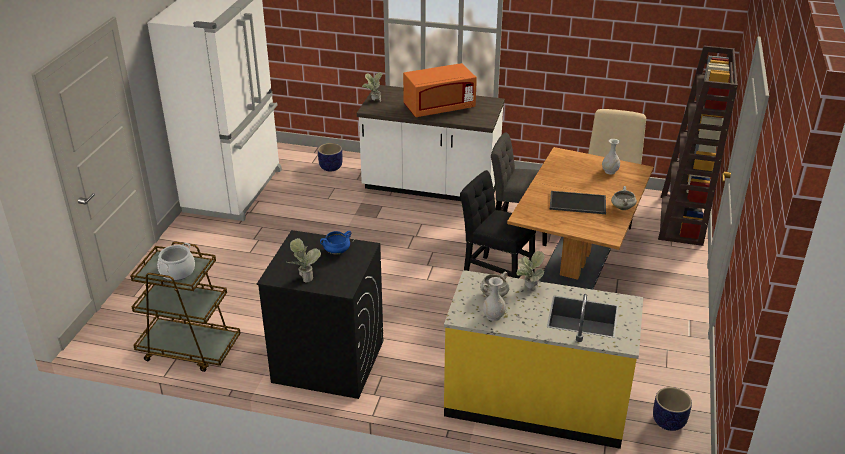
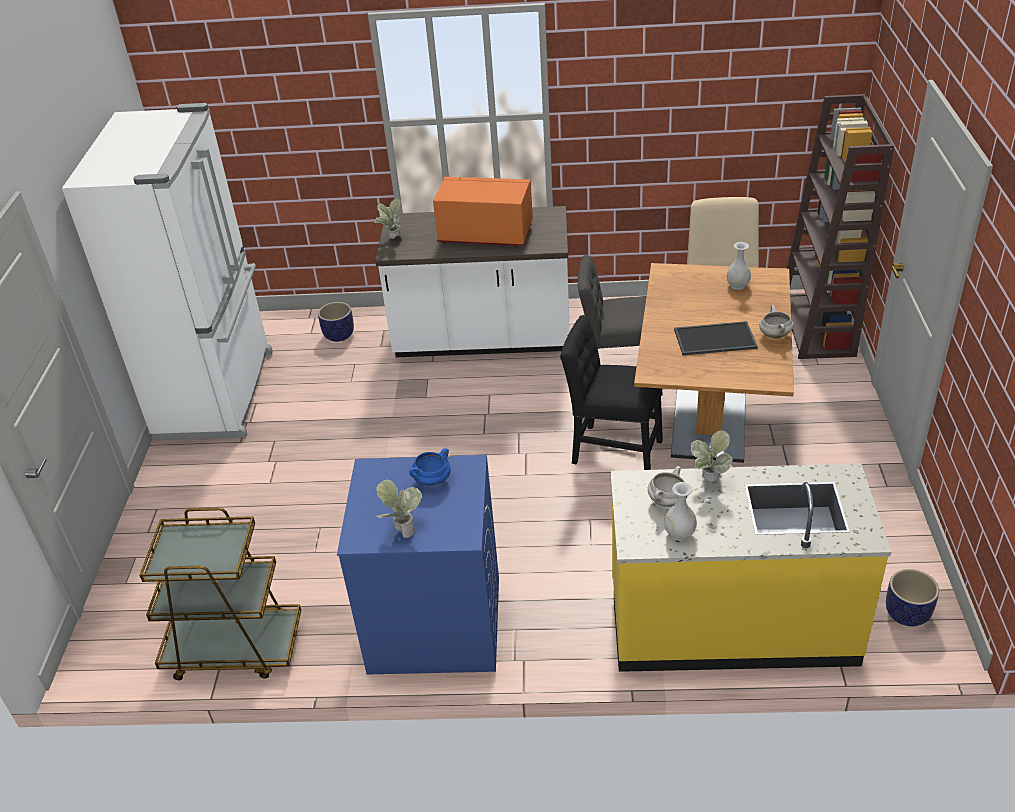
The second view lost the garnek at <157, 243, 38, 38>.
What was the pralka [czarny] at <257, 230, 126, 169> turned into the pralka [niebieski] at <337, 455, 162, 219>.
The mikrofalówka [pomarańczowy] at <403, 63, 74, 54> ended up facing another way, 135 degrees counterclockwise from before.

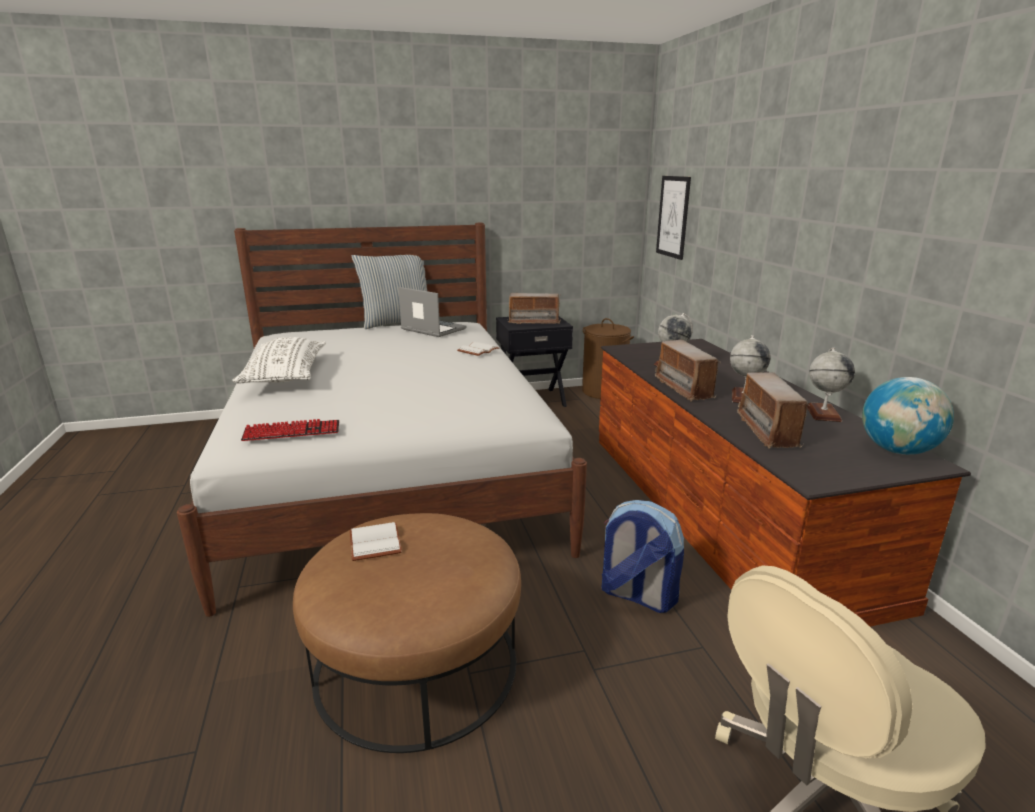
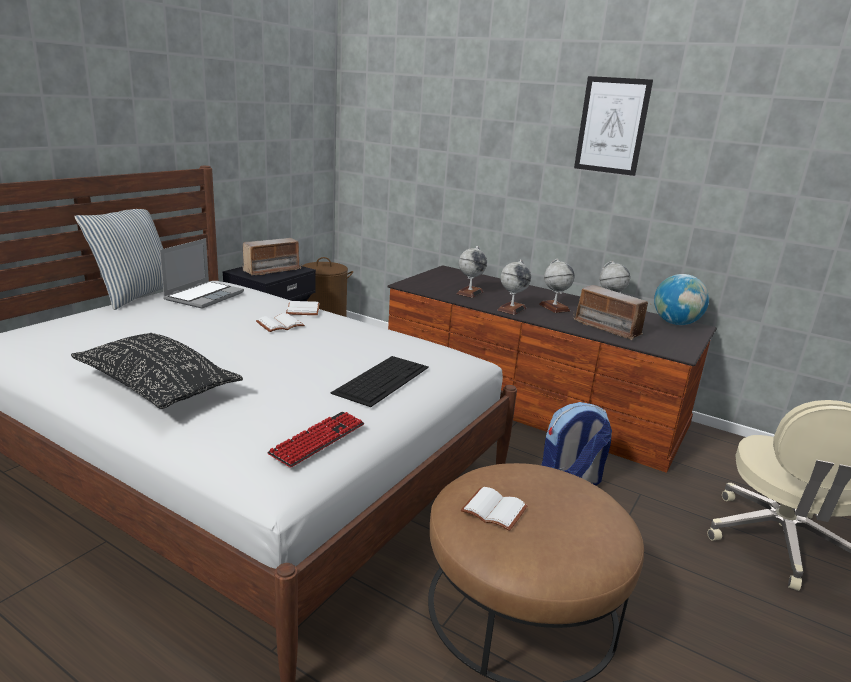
The second view gained the książka [biały] at <256, 313, 49, 19>.
The second view gained the klawiatura at <330, 356, 99, 51>.
The obraz ended up elsewhere, having gone from <656, 176, 35, 84> to <574, 76, 79, 100>.
Where the radio stood at <655, 340, 64, 62>, the globus came to stand at <497, 260, 34, 55>.
What was the poduszka [biały] at <232, 337, 94, 46> turned into the poduszka [czarny] at <71, 333, 172, 76>.
The laptop at <398, 287, 68, 50> ended up facing another way, 120 degrees clockwise from before.

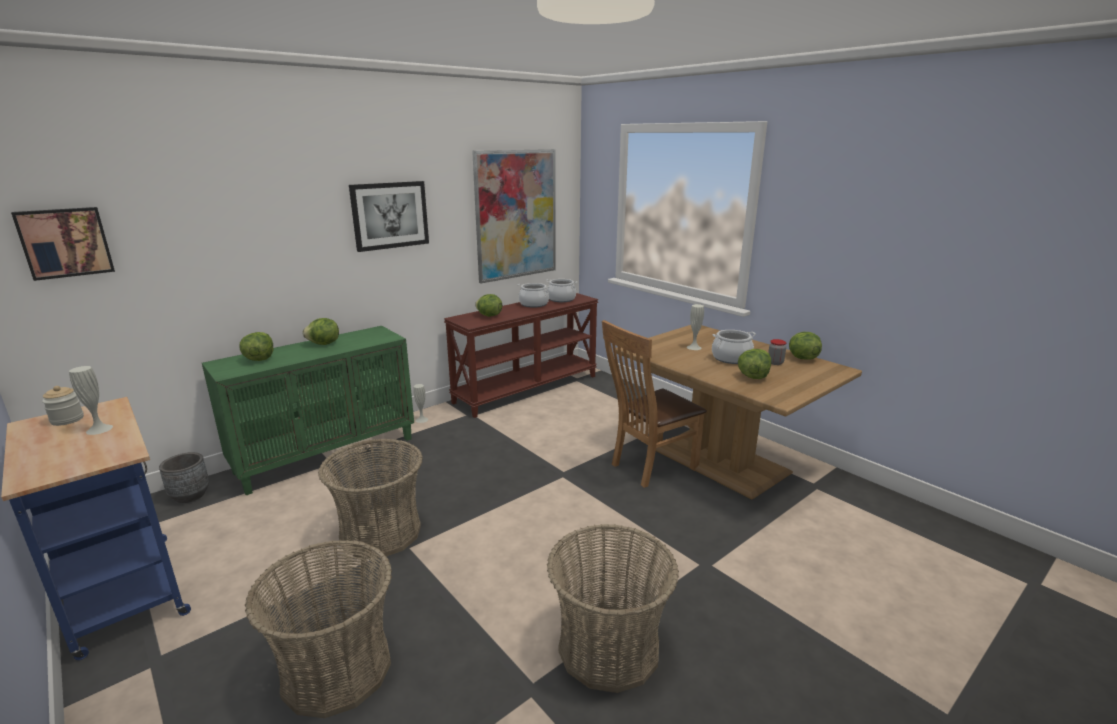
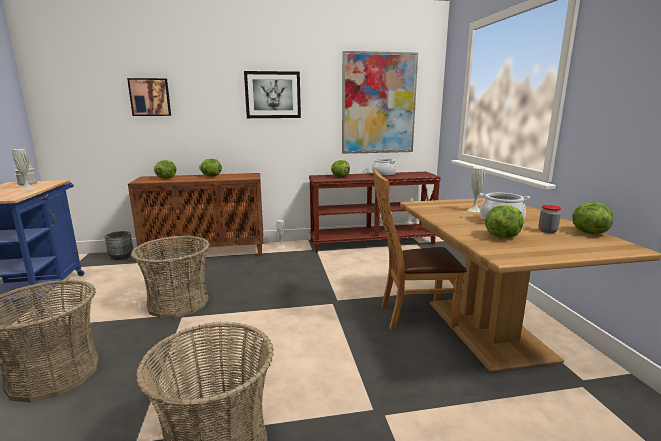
The second view lost the garnek at <546, 279, 31, 23>.
The obraz ended up elsewhere, having gone from <11, 207, 104, 74> to <127, 78, 44, 38>.
What was the szafka [zielony] at <202, 326, 212, 169> turned into the szafka [brązowy] at <128, 173, 136, 87>.

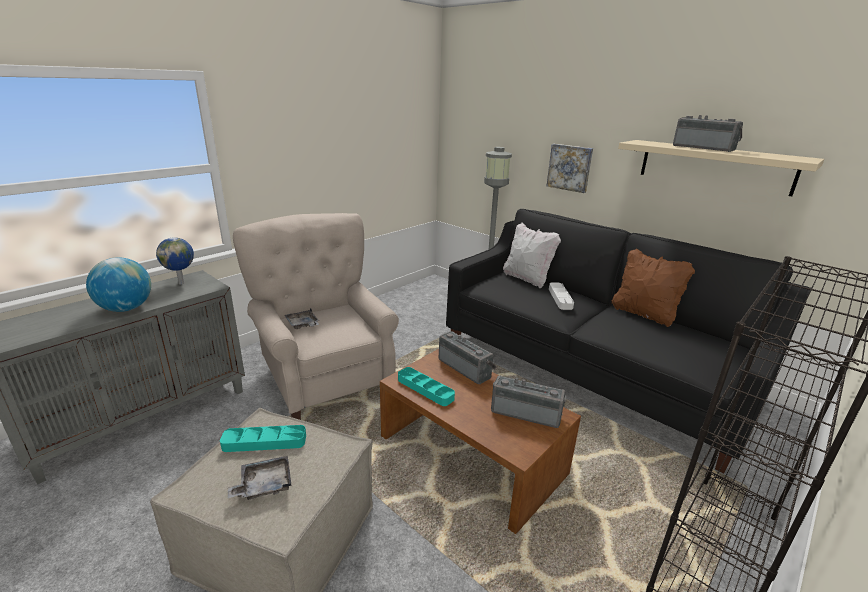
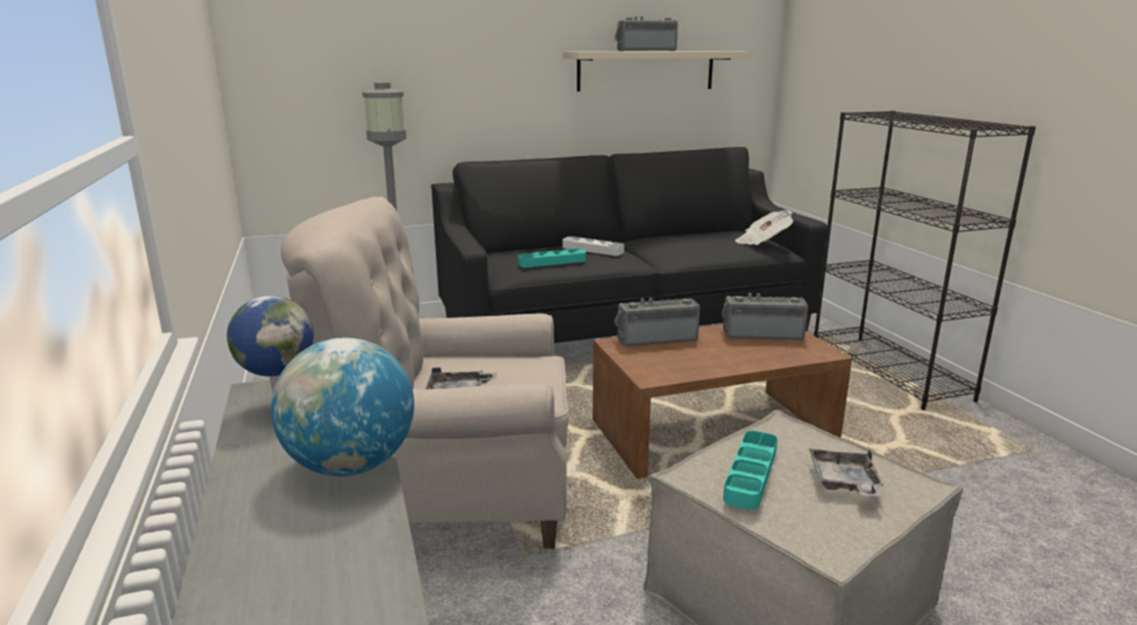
The second view lost the poduszka [biały] at <503, 223, 58, 65>.
The second view lost the obraz at <547, 144, 46, 49>.
The second view lost the poduszka [brązowy] at <612, 248, 83, 79>.
The second view gained the gazeta at <735, 210, 58, 35>.
The taca [turkusowy] ended up elsewhere, having gone from <398, 367, 57, 39> to <518, 249, 68, 19>.
The radio at <491, 375, 75, 53> ended up facing another way, 45 degrees clockwise from before.

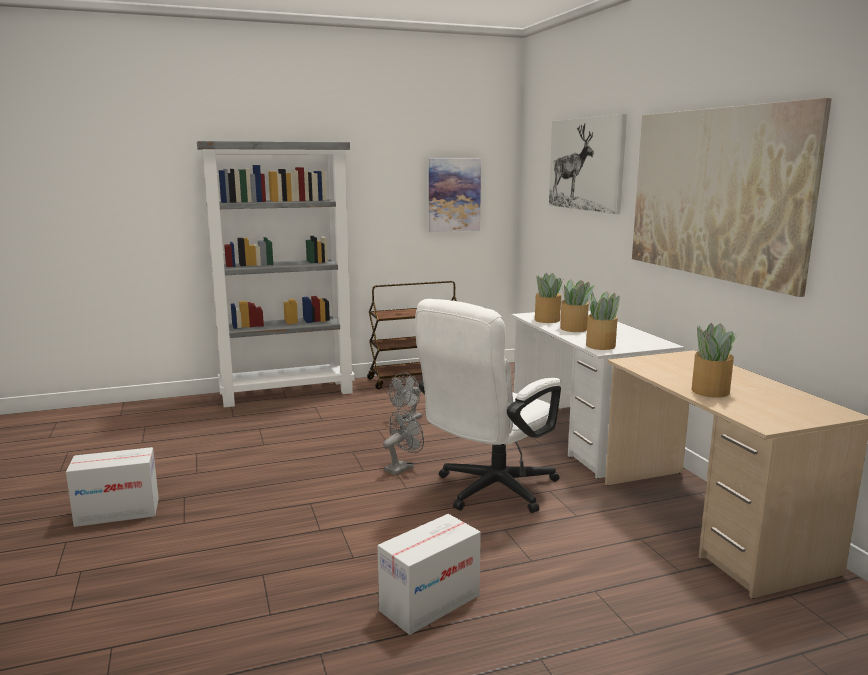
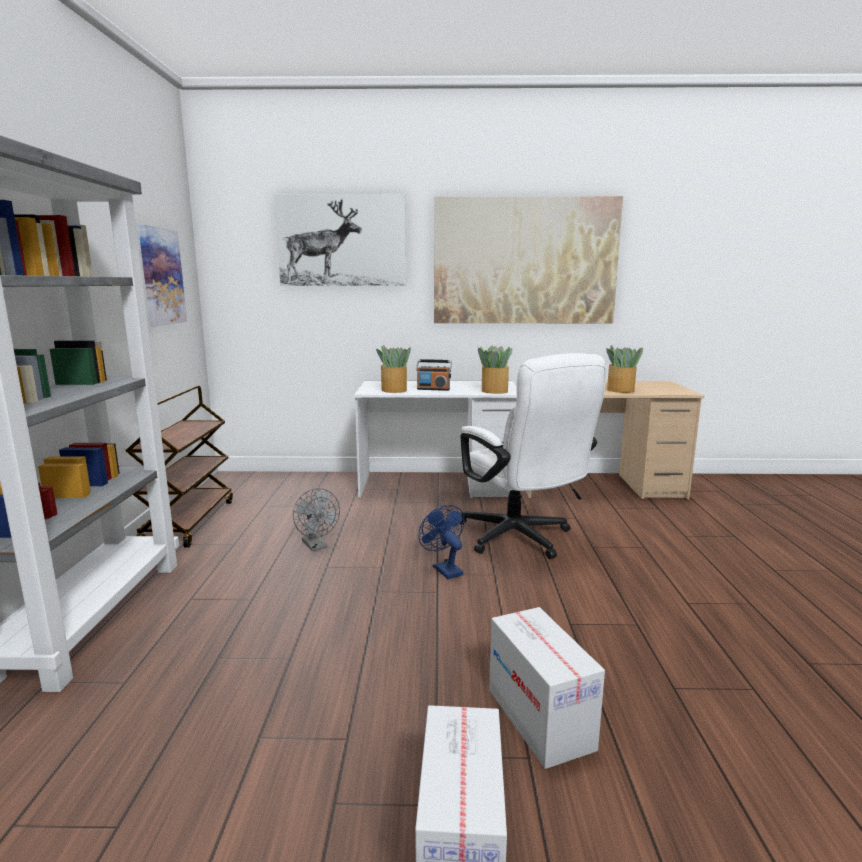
The karton ended up elsewhere, having gone from <378, 514, 103, 121> to <489, 607, 116, 162>.
Where the roślina doniczkowa stood at <560, 279, 34, 53>, the radio came to stand at <416, 359, 36, 32>.
What was the wentylator [szary] at <383, 411, 41, 64> turned into the wentylator [niebieski] at <418, 505, 47, 74>.

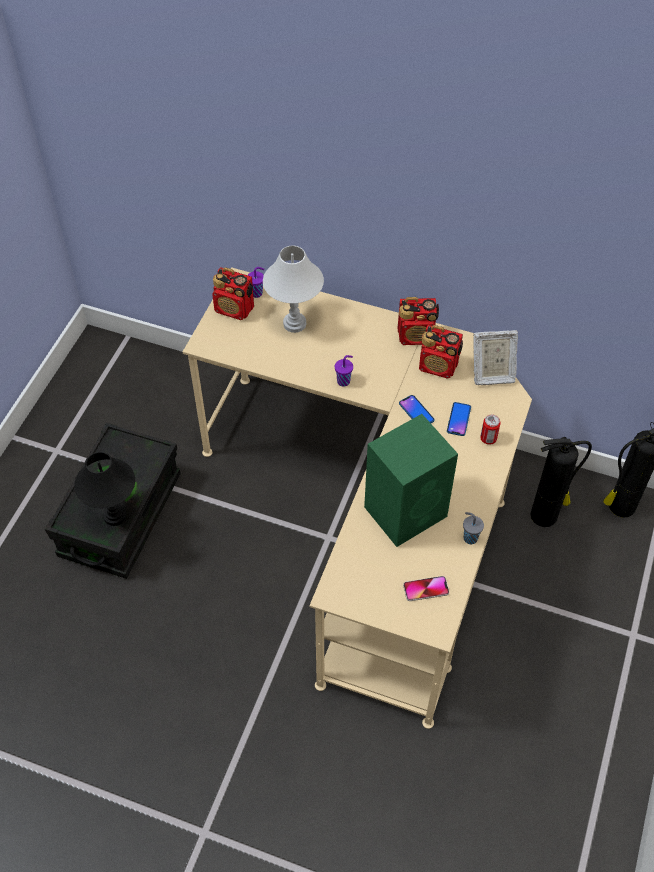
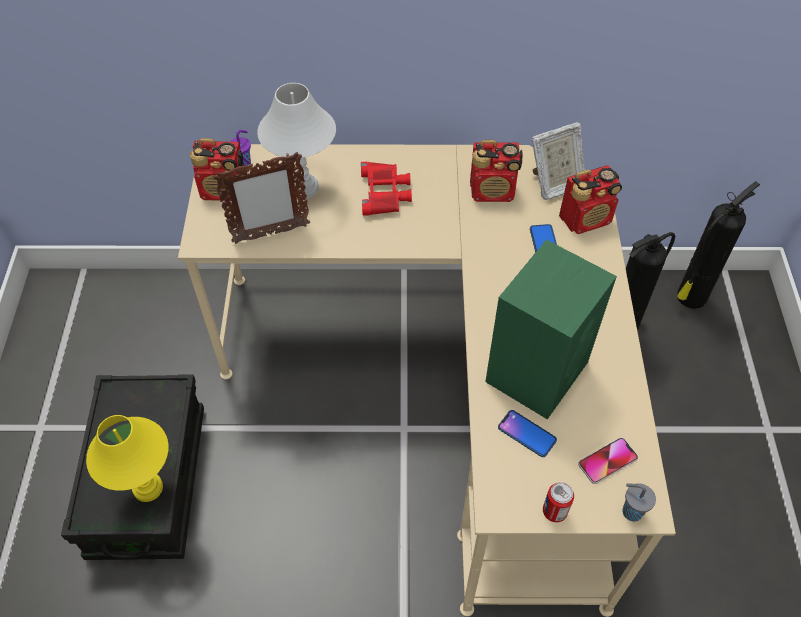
The second view lost the filiżanka [fioletowy] at <335, 355, 18, 32>.
The second view gained the ramka na zdjęcie at <213, 152, 97, 92>.
The second view gained the lornetka [czerwony] at <361, 162, 51, 54>.
The radio ended up elsewhere, having gone from <398, 297, 41, 48> to <559, 165, 63, 69>.
The telefon ended up elsewhere, having gone from <399, 395, 35, 28> to <498, 410, 59, 47>.
The filiżanka [szary] ended up elsewhere, having gone from <463, 512, 21, 32> to <622, 483, 34, 39>.
The puszka ended up elsewhere, having gone from <480, 414, 21, 31> to <543, 482, 31, 40>.
What was the lampa stołowa [czarny] at <74, 452, 61, 74> turned into the lampa stołowa [żółty] at <86, 415, 82, 87>.

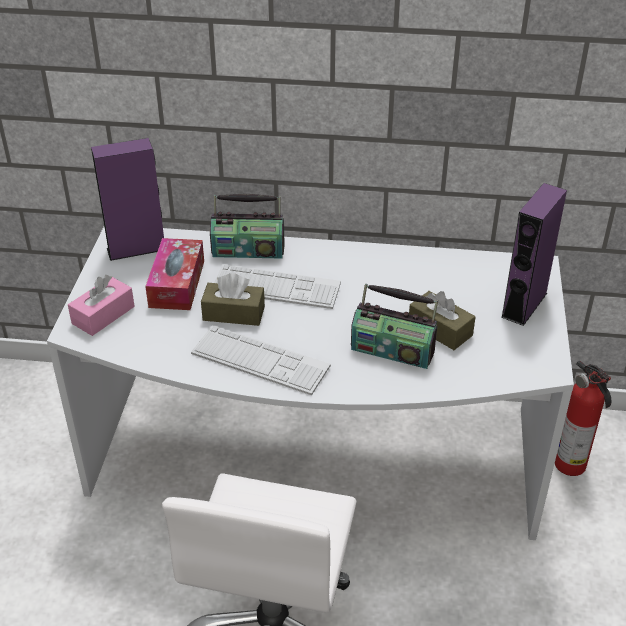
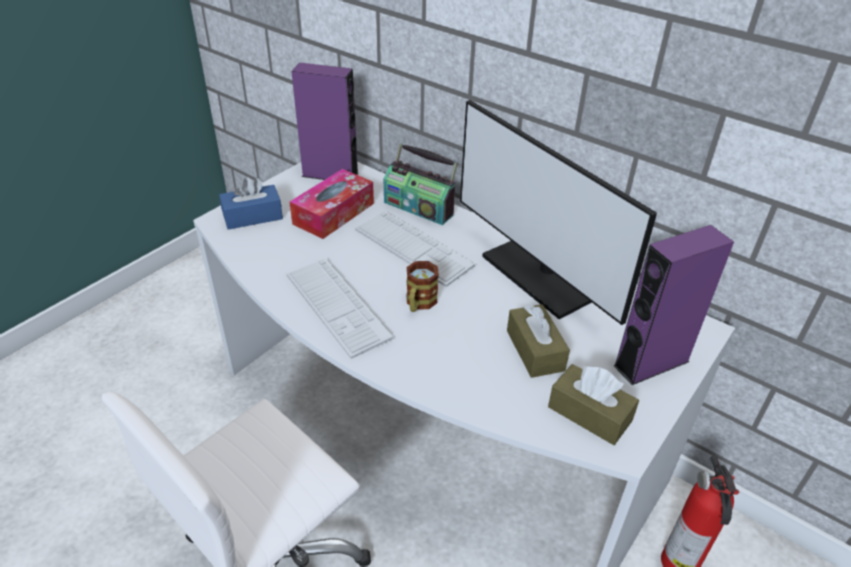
The second view lost the radio at <351, 284, 87, 85>.
The second view gained the kubek at <406, 261, 33, 51>.
The second view gained the monitor at <460, 100, 197, 225>.
The pudełko chusteczek [brązowy] ended up elsewhere, having gone from <201, 273, 64, 53> to <548, 364, 91, 81>.
What was the pudełko chusteczek [różowy] at <68, 275, 67, 61> turned into the pudełko chusteczek [niebieski] at <219, 177, 64, 53>.

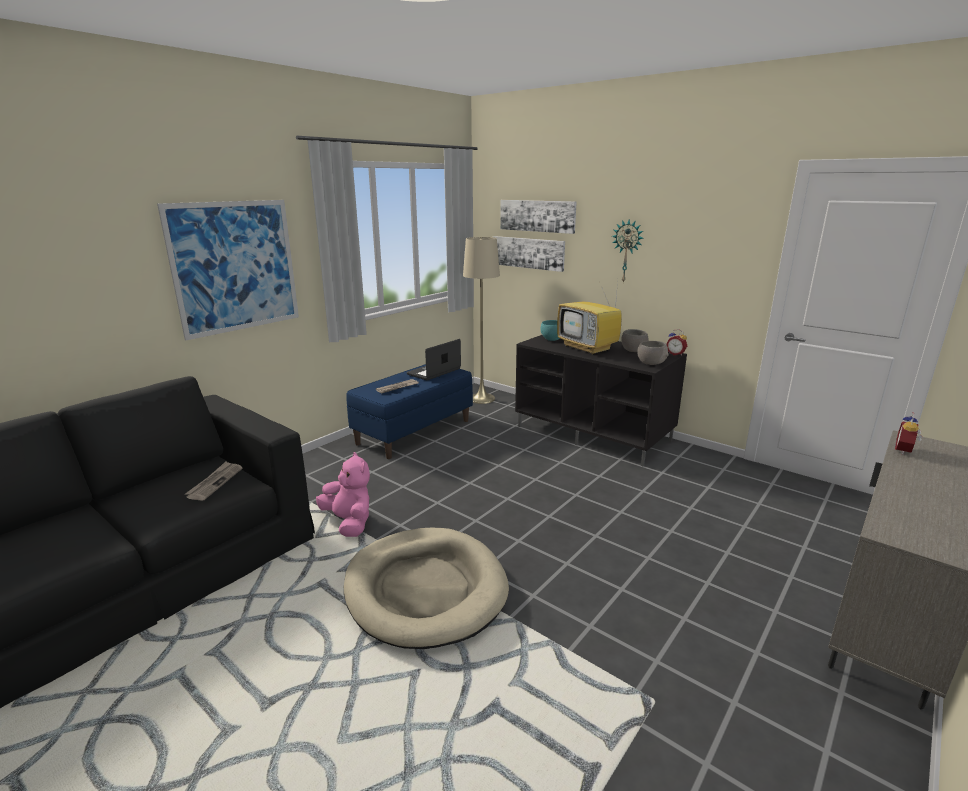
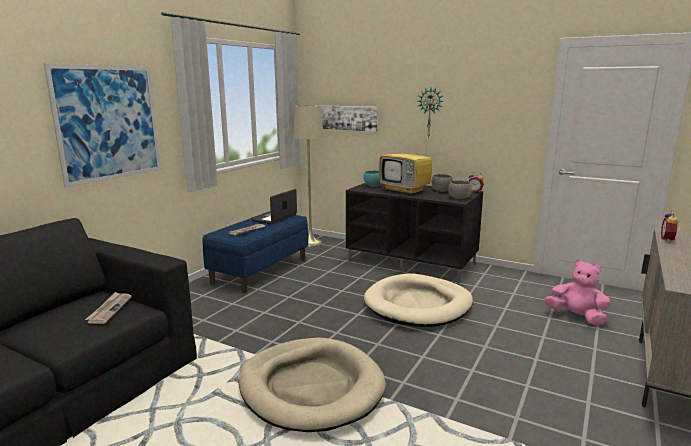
The second view lost the obraz at <500, 200, 77, 34>.
The second view gained the legowisko [beżowy] at <364, 273, 109, 54>.
The pluszak [różowy] ended up elsewhere, having gone from <316, 452, 54, 85> to <545, 259, 66, 66>.

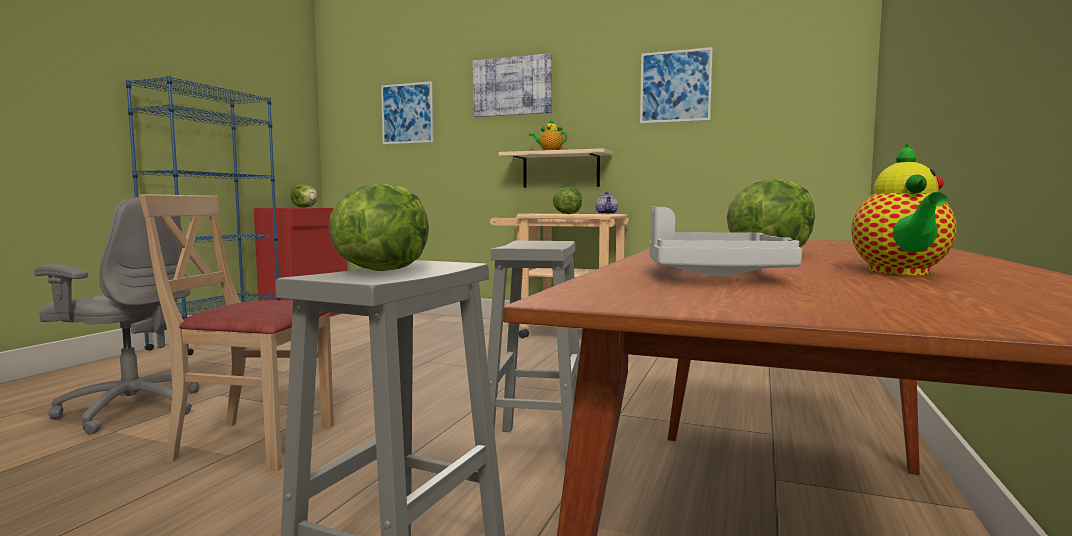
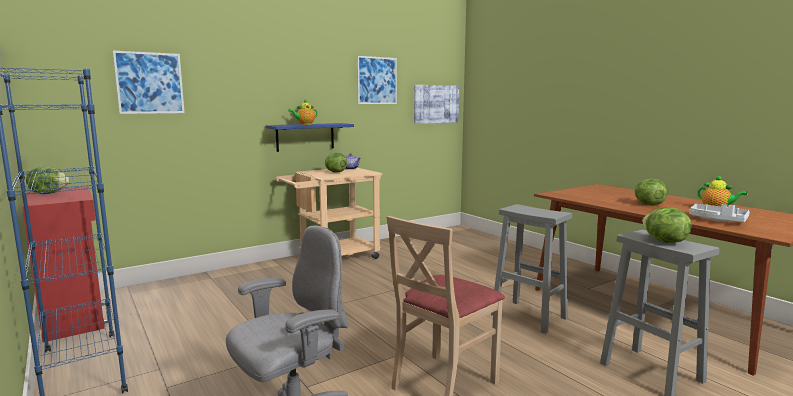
The obraz ended up elsewhere, having gone from <473, 53, 79, 64> to <414, 85, 45, 39>.
What was the półka [beżowy] at <499, 148, 114, 39> turned into the półka [niebieski] at <266, 123, 88, 29>.

